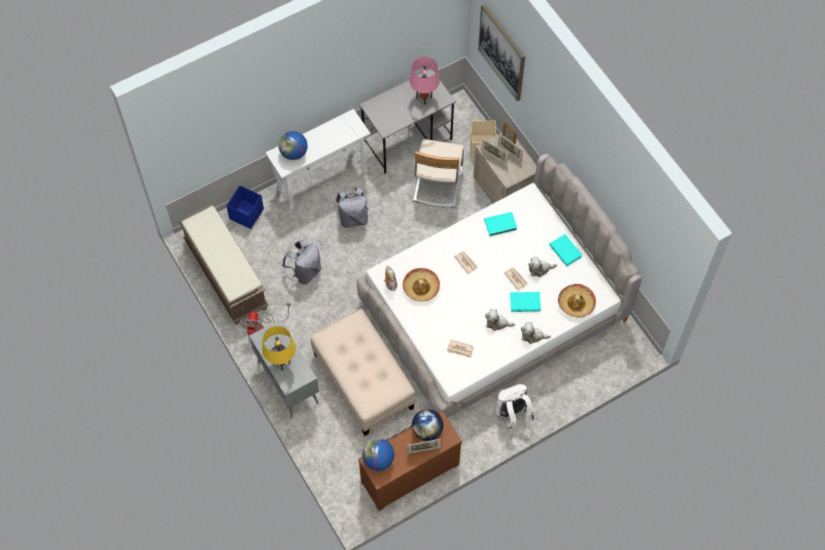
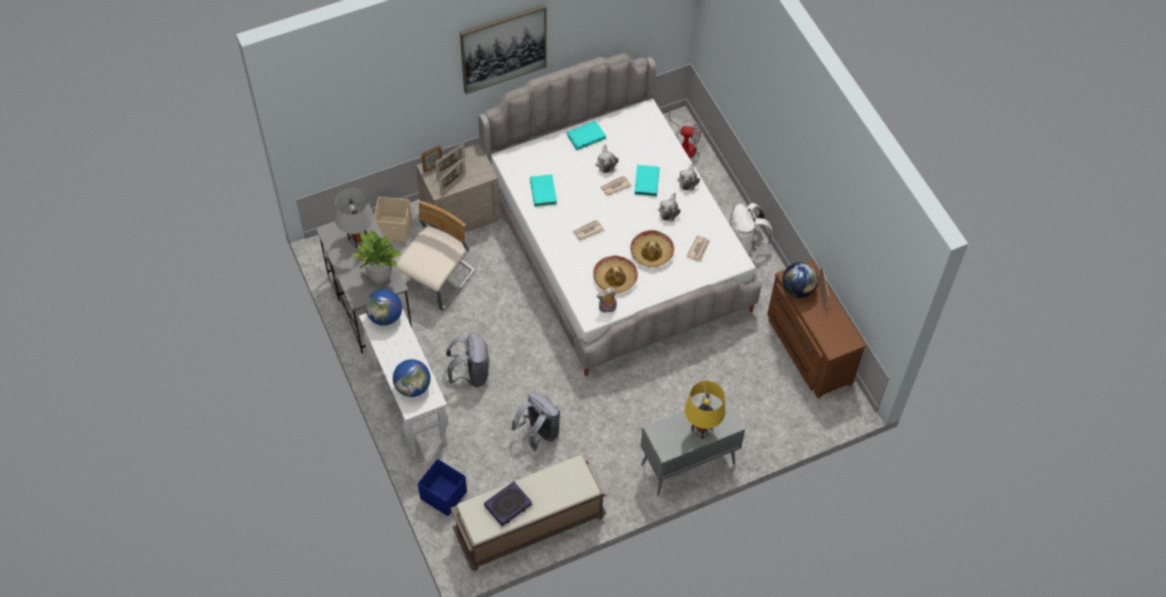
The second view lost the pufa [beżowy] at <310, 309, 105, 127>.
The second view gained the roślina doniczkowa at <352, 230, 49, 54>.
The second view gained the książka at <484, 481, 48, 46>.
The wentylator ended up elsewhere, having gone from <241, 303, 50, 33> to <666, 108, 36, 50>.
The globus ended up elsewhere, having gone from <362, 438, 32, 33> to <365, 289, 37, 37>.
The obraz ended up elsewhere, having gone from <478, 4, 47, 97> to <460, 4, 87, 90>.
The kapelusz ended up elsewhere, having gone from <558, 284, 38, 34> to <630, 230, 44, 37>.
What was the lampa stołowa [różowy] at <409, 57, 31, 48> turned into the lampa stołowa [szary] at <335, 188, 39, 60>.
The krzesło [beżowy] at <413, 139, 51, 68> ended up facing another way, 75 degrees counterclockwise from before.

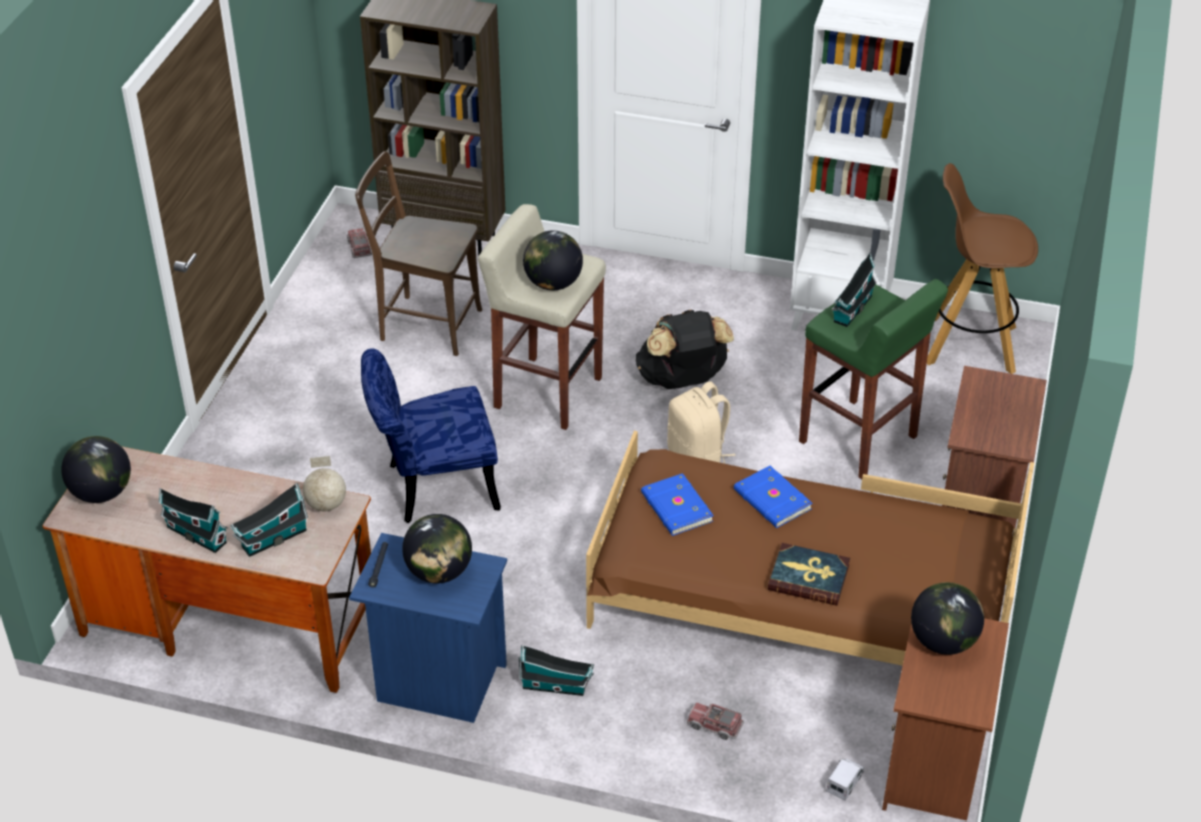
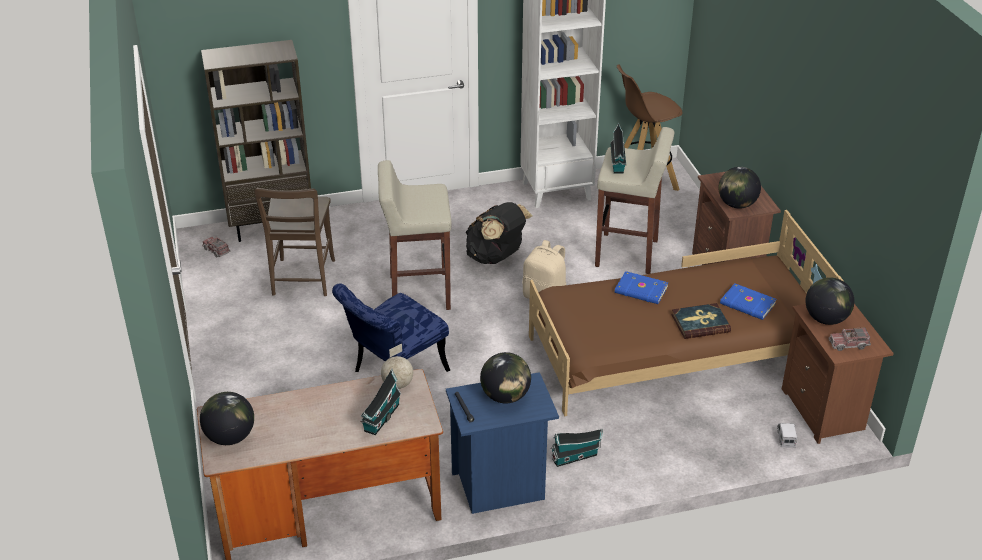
The second view lost the domek at <159, 488, 69, 65>.
The globus ended up elsewhere, having gone from <523, 230, 60, 60> to <718, 167, 43, 42>.
The książka [niebieski] ended up elsewhere, having gone from <641, 473, 73, 63> to <720, 283, 57, 37>.
The ciężarówka zabawkowa ended up elsewhere, having gone from <687, 702, 57, 38> to <829, 327, 42, 24>.
What was the stołek [zielony] at <799, 279, 149, 200> turned into the stołek [beżowy] at <595, 127, 79, 147>.
The krzesło [brązowy] at <355, 151, 127, 205> ended up facing another way, 75 degrees counterclockwise from before.

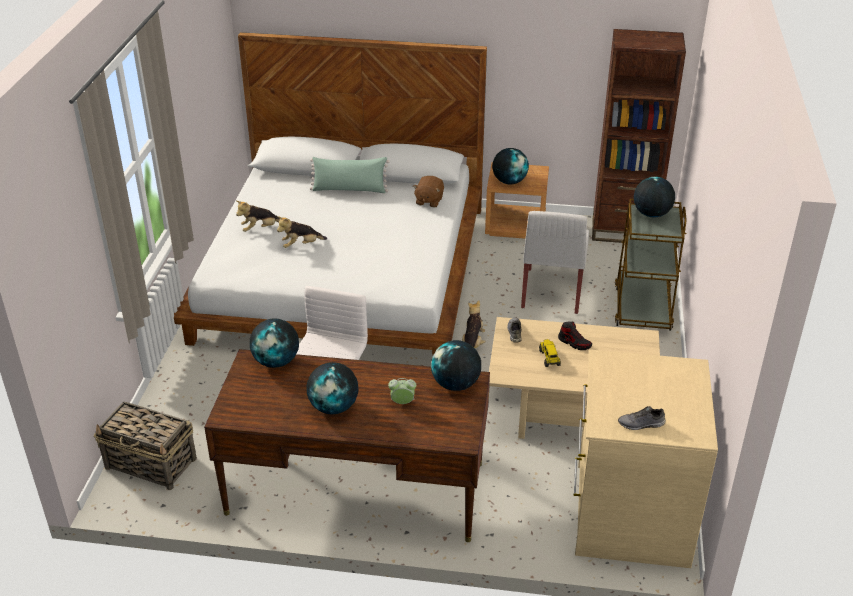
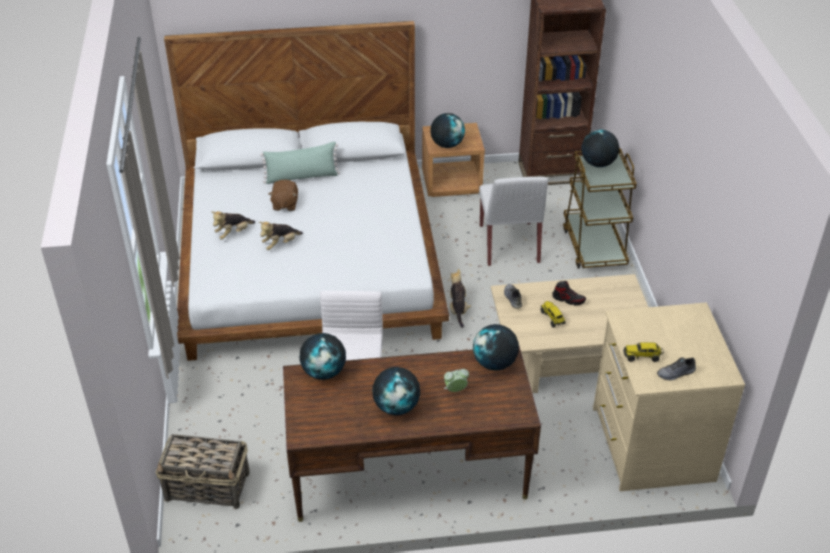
The second view gained the ciężarówka zabawkowa at <623, 342, 41, 20>.
The pluszak [brązowy] ended up elsewhere, having gone from <413, 176, 31, 32> to <269, 179, 29, 32>.

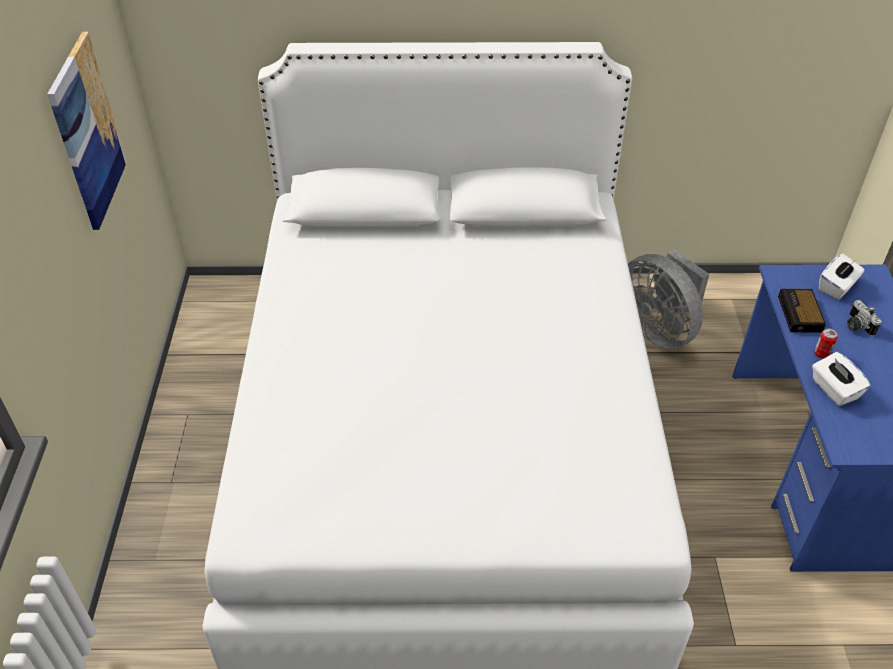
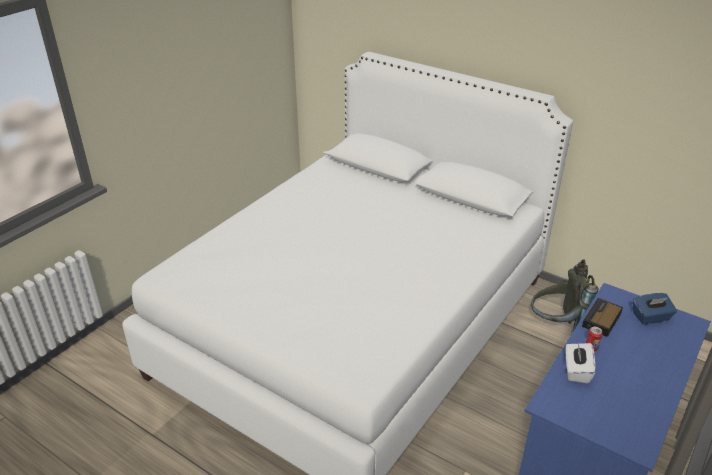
The second view lost the obraz at <47, 32, 79, 198>.
The second view lost the aparat fotograficzny at <847, 300, 34, 36>.
Where the wentylator [szary] stood at <628, 249, 81, 100>, the plecak [szary] came to stand at <531, 259, 68, 75>.
What was the pudełko chusteczek [biały] at <819, 254, 45, 46> turned into the pudełko chusteczek [niebieski] at <633, 293, 44, 32>.

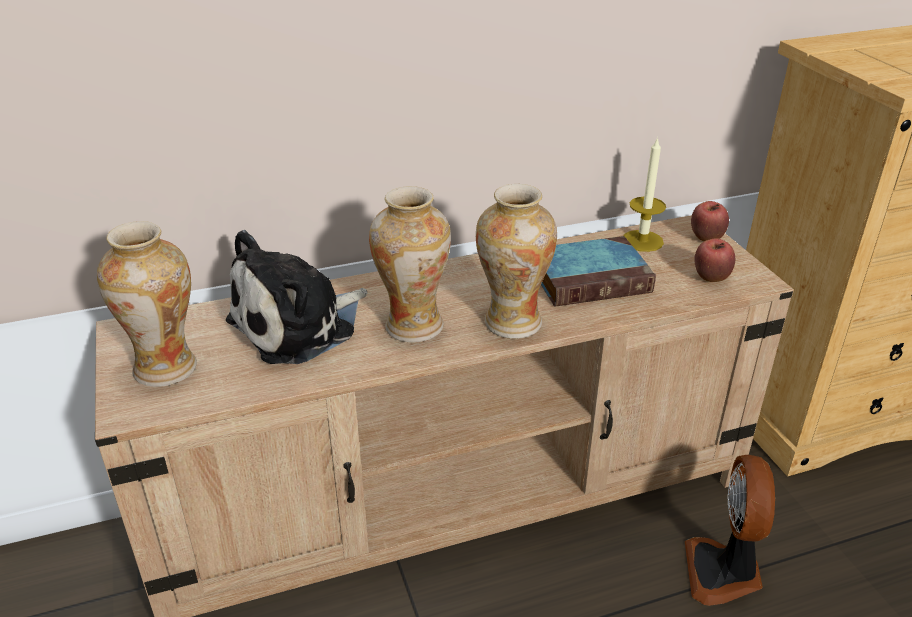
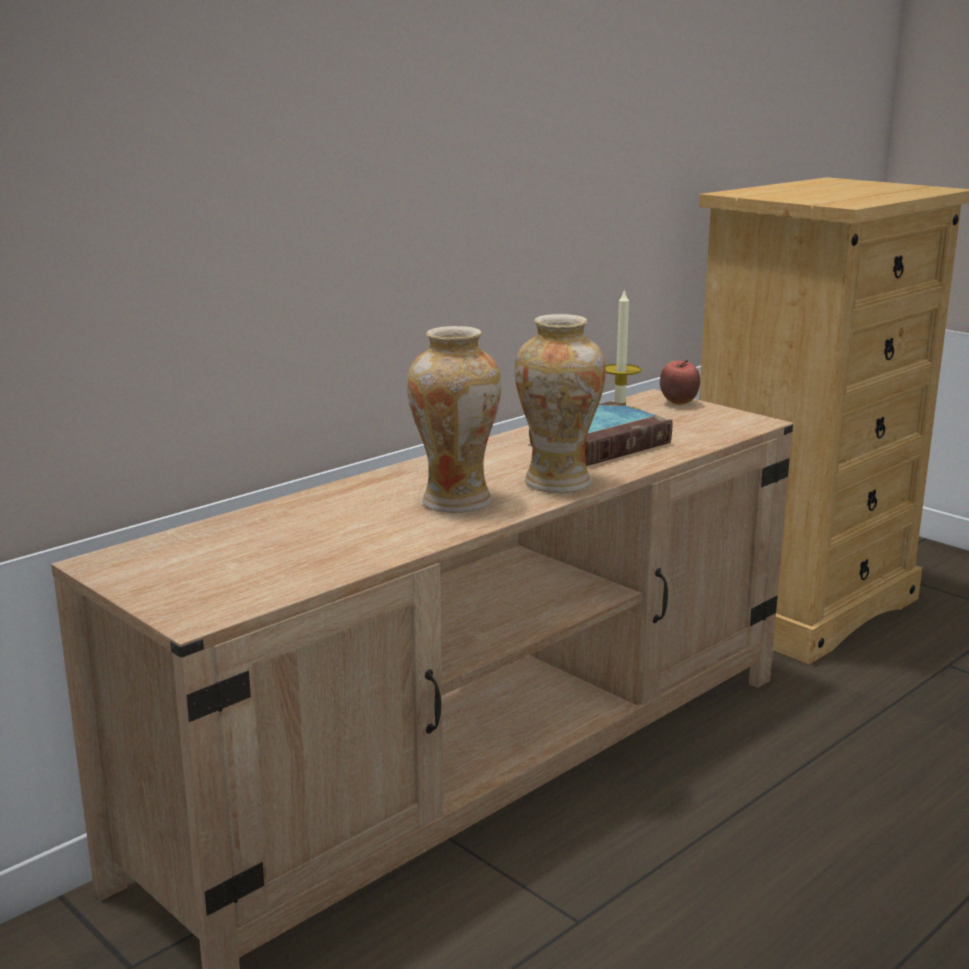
The second view lost the wazon at <97, 221, 100, 166>.
The second view lost the pluszak at <226, 230, 141, 134>.
The second view lost the wentylator at <685, 455, 90, 151>.
The second view lost the jabłko at <694, 238, 41, 44>.

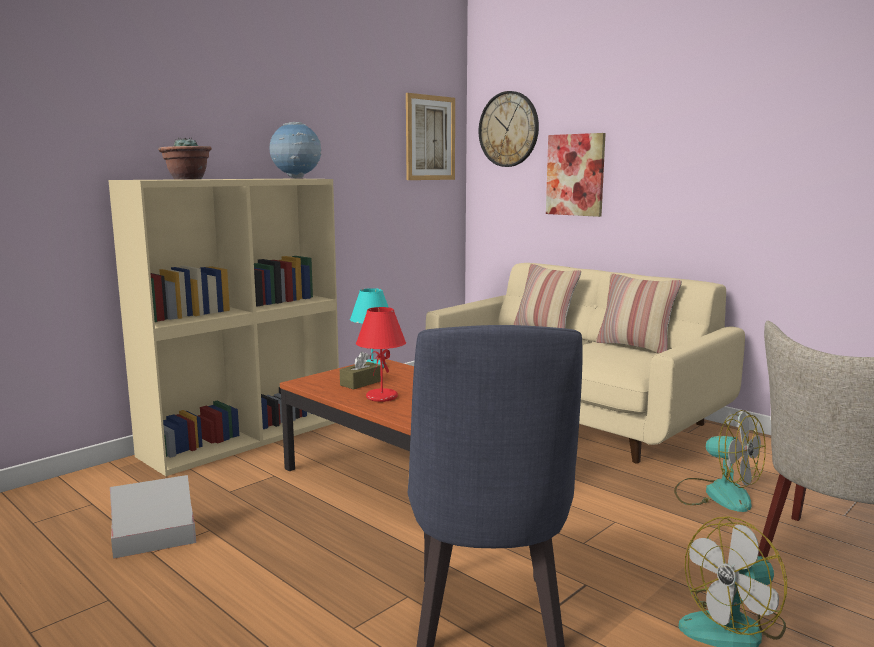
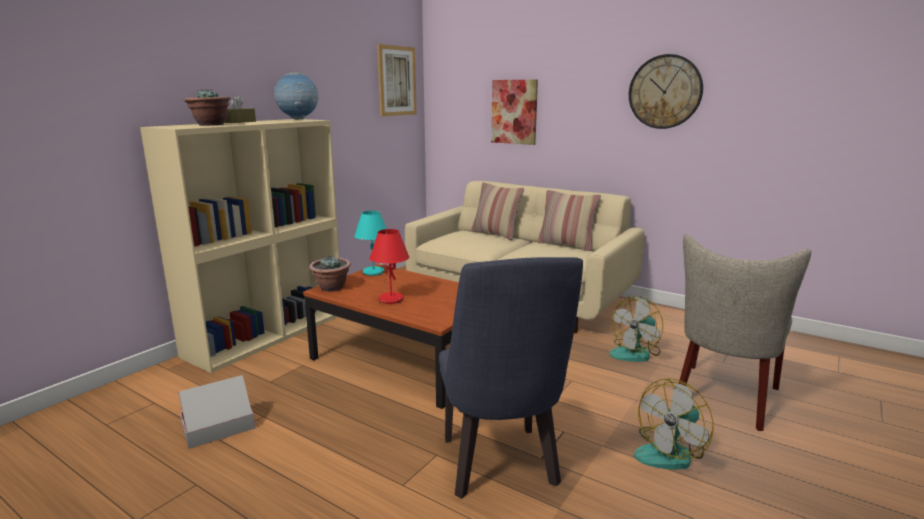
The second view gained the roślina doniczkowa at <309, 256, 42, 35>.
The pudełko chusteczek [brązowy] ended up elsewhere, having gone from <340, 351, 41, 39> to <224, 96, 32, 27>.
The zegar ścienny ended up elsewhere, having gone from <479, 91, 60, 76> to <629, 54, 74, 75>.
The wentylator at <674, 410, 92, 102> ended up facing another way, 105 degrees clockwise from before.

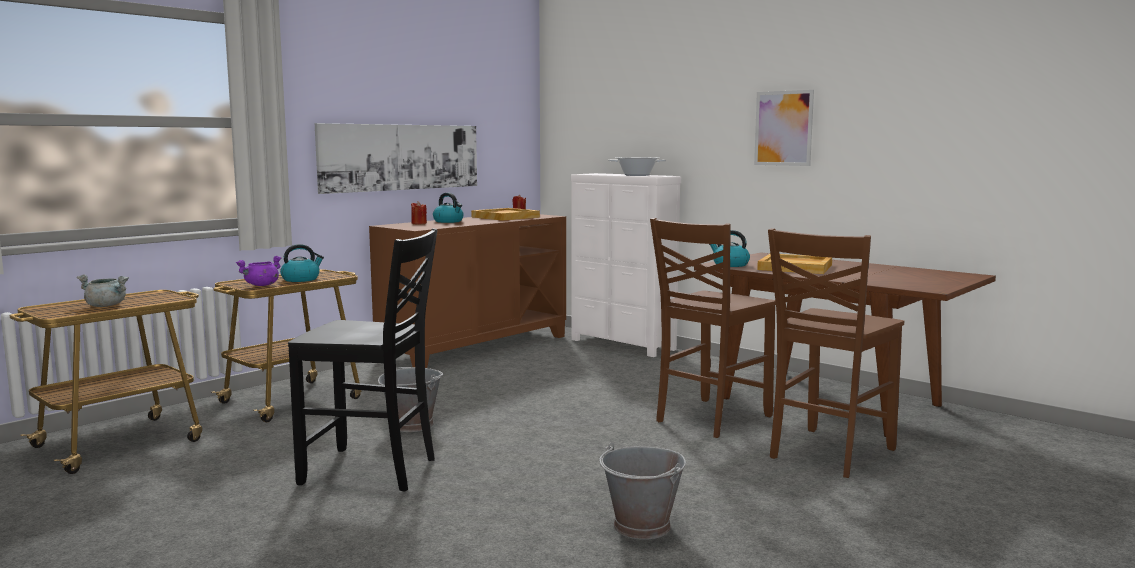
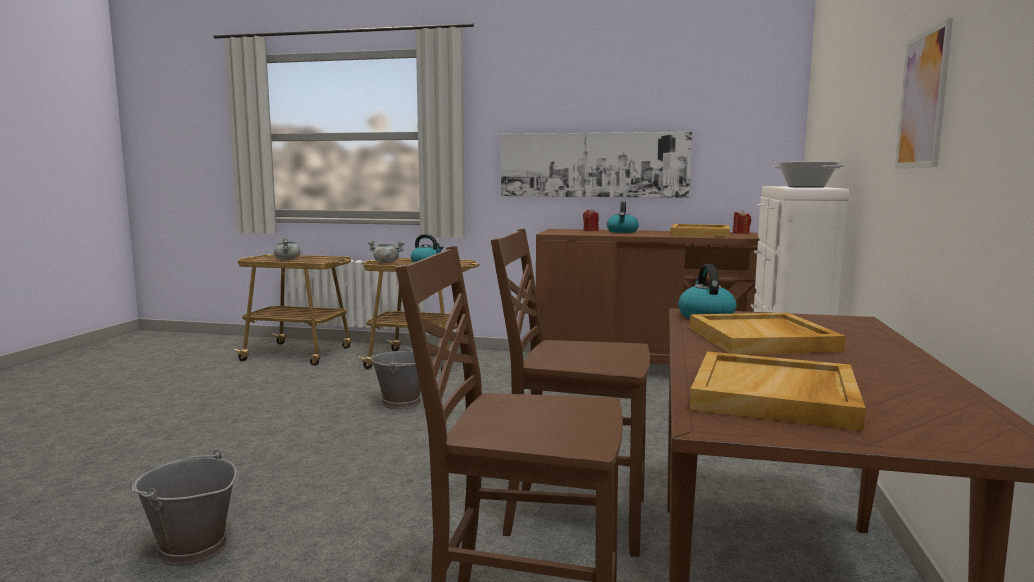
The second view lost the krzesło [czarny] at <288, 228, 150, 264>.
The second view gained the taca [beżowy] at <690, 351, 176, 80>.
What was the garnek [fioletowy] at <236, 256, 45, 30> turned into the garnek [szary] at <368, 240, 37, 23>.

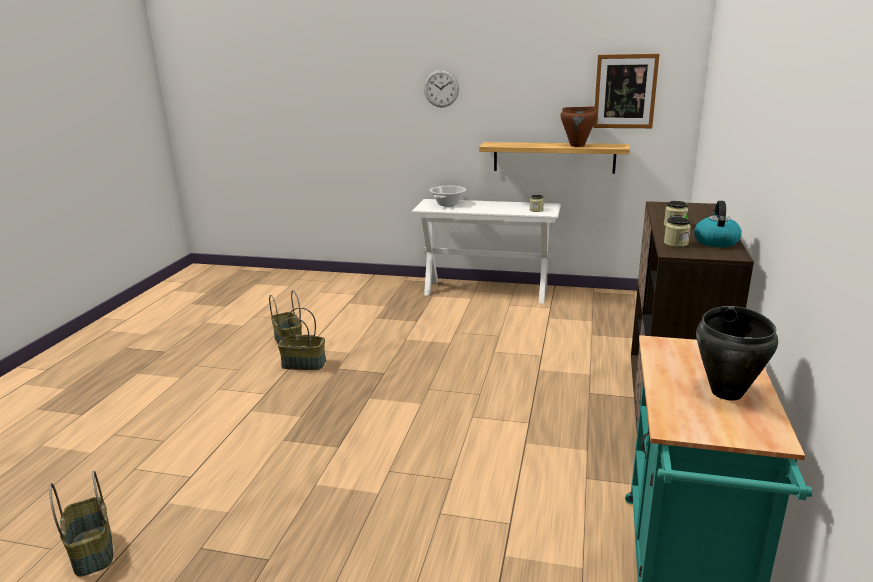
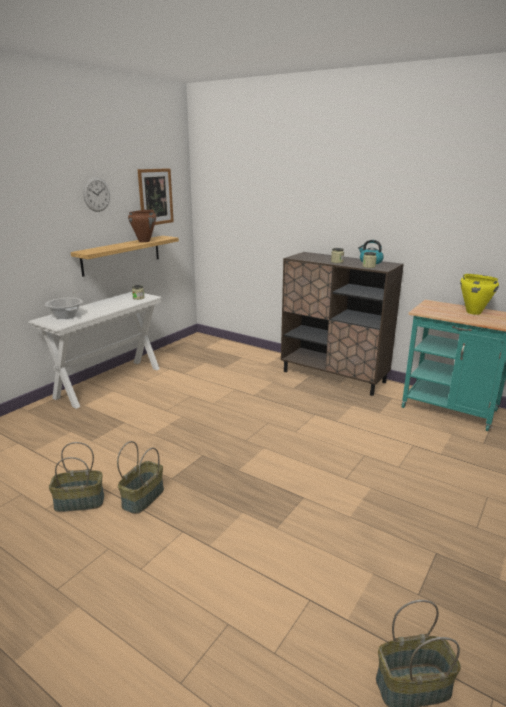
The zegar ścienny ended up elsewhere, having gone from <424, 70, 35, 38> to <83, 177, 27, 35>.
What was the garnek [czarny] at <696, 306, 82, 94> turned into the garnek [żółty] at <460, 274, 39, 41>.

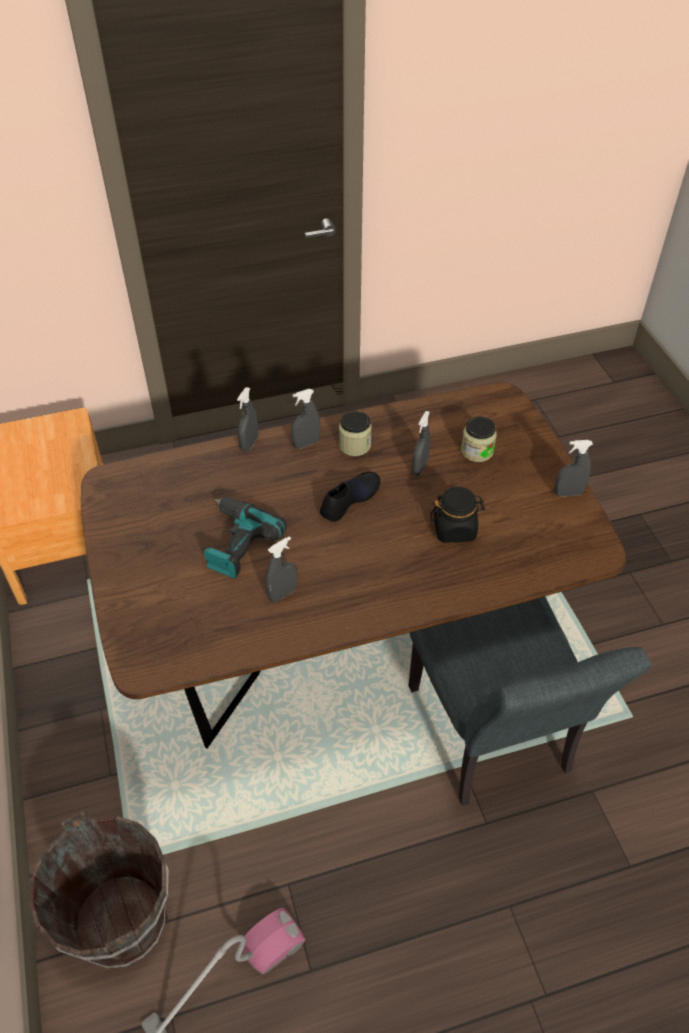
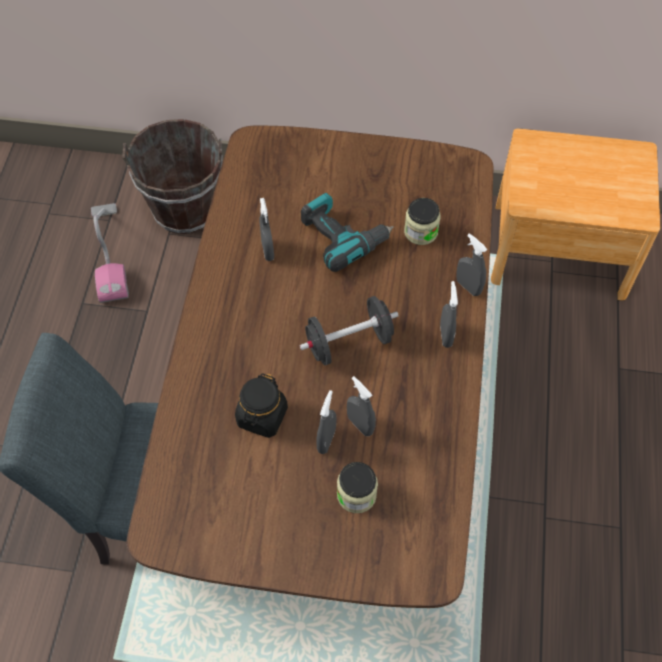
The słoik ended up elsewhere, having gone from <339, 411, 33, 45> to <404, 198, 36, 47>.
The spryskiwacz [szary] ended up elsewhere, having gone from <554, 440, 39, 57> to <316, 390, 20, 64>.
Where the but [czarny] stood at <320, 472, 60, 50>, the hantel [czarny] came to stand at <299, 296, 100, 69>.

